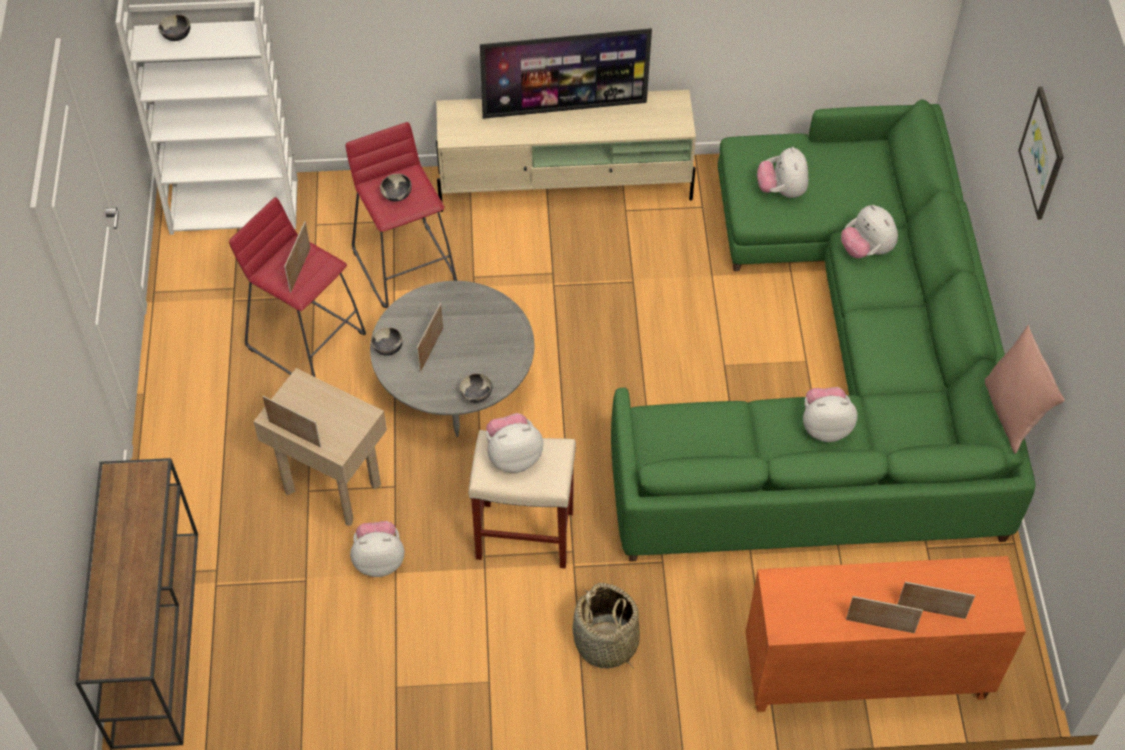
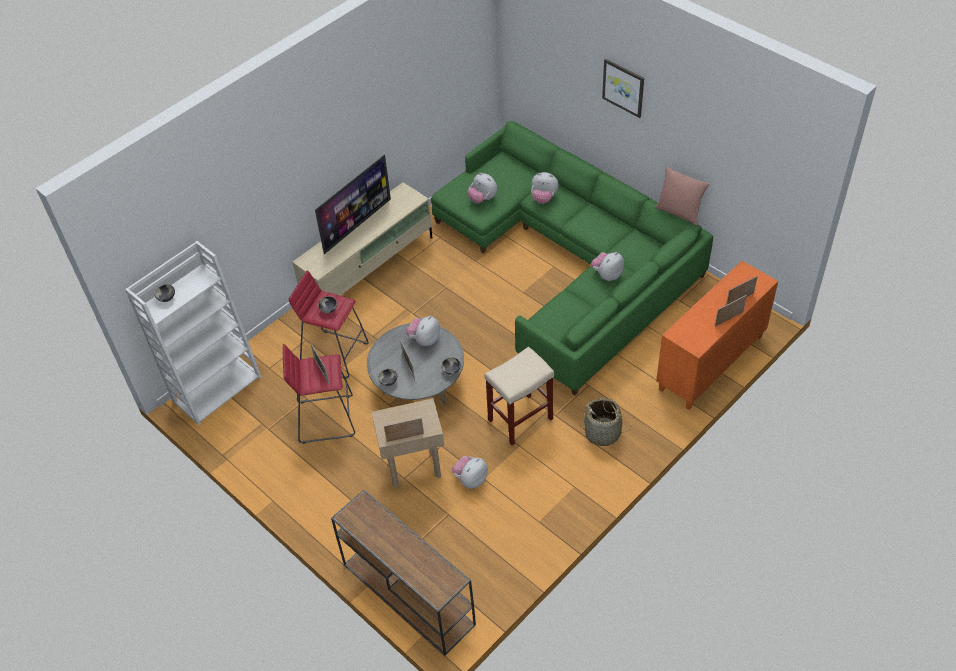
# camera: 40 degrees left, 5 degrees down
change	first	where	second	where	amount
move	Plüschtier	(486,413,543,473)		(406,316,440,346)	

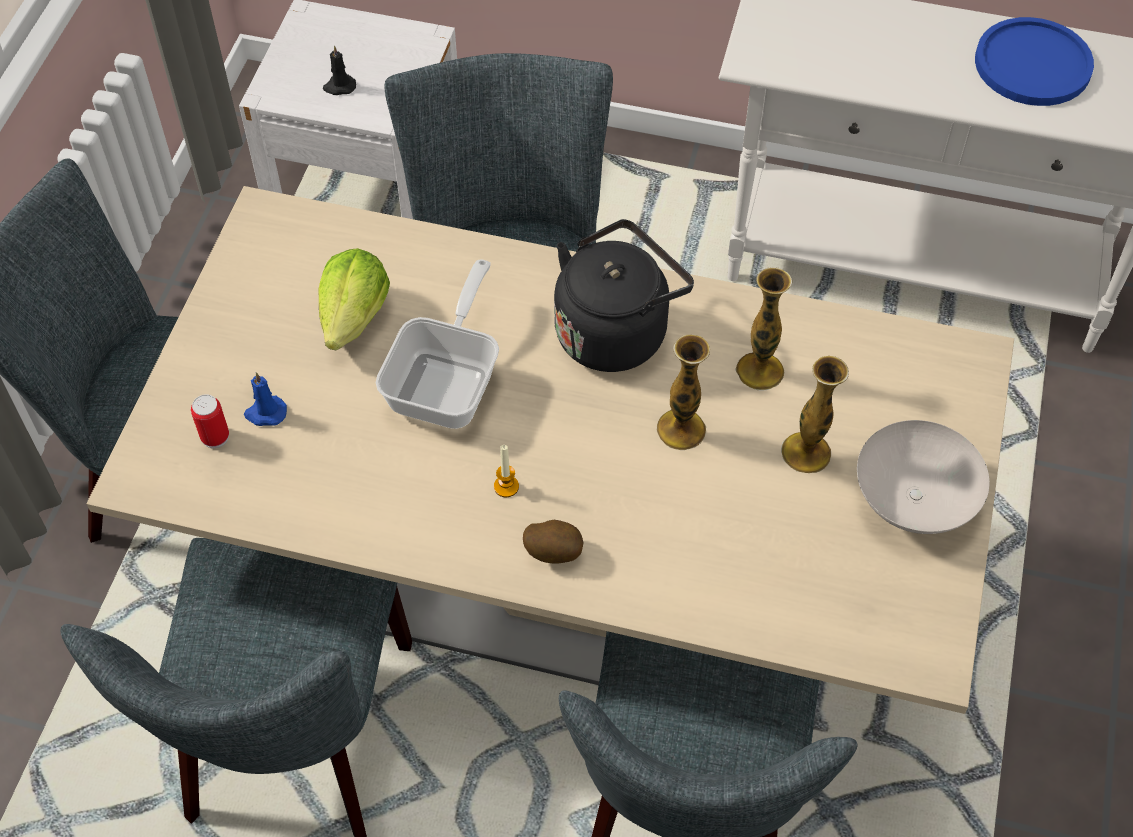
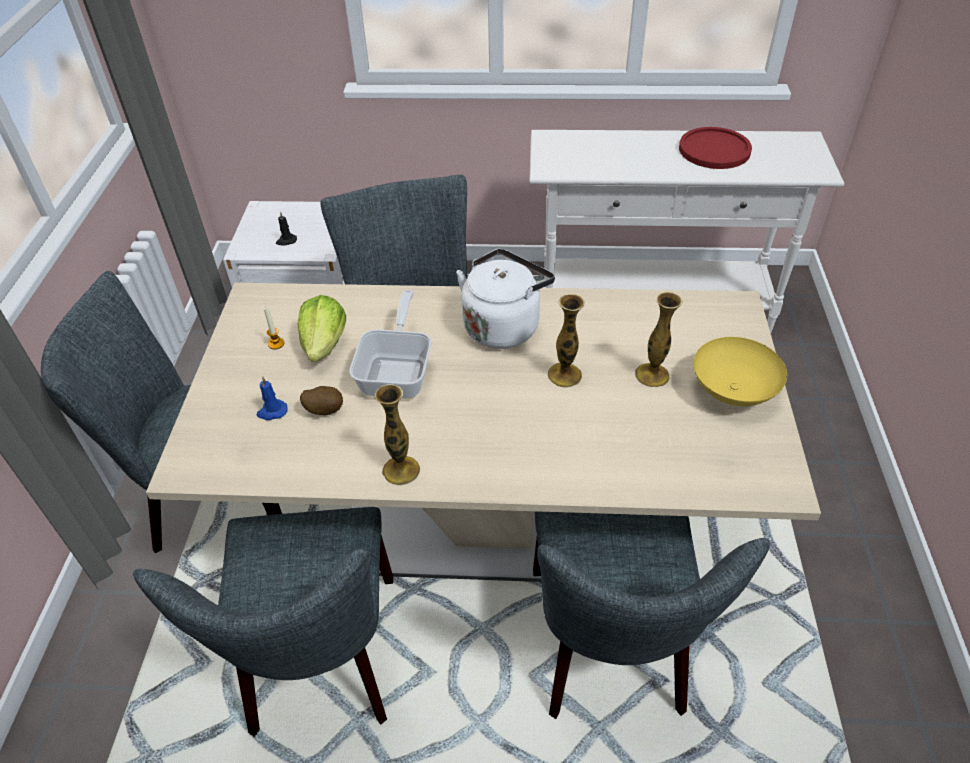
# camera: 10 degrees left, 10 degrees down
change	first	where	second	where	amount
delete	Dose	(191,394,229,448)			
move	Kerze	(494,445,519,497)		(264,308,284,349)	
move	Kartoffel	(523,520,583,564)		(300,386,343,415)	
recolor	Wasserkessel (schwarz)	(554,219,694,372)	Wasserkessel (weiß)	(456,249,555,349)	
move	Vase	(735,267,792,391)		(375,384,420,486)	
recolor	Schüssel (weiß)	(857,420,990,534)	Schüssel (gelb)	(693,337,787,406)	
recolor	Teller (blau)	(975,17,1094,106)	Teller (rot)	(679,127,752,169)	

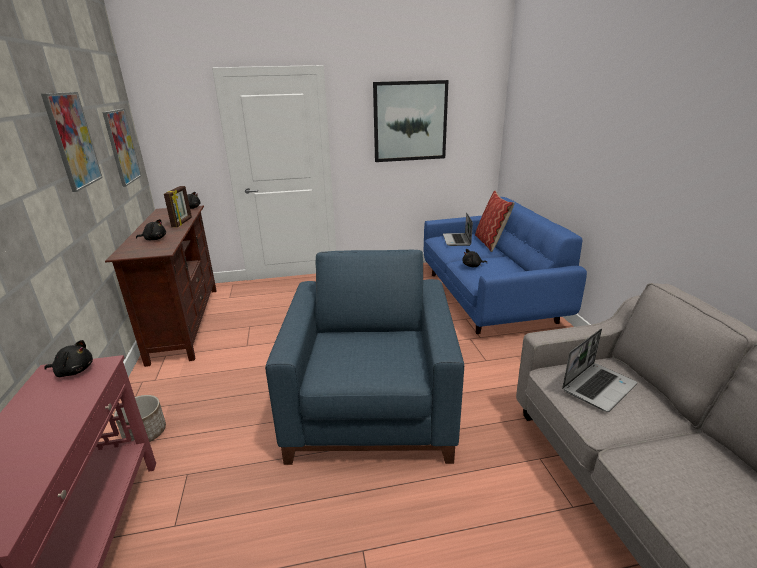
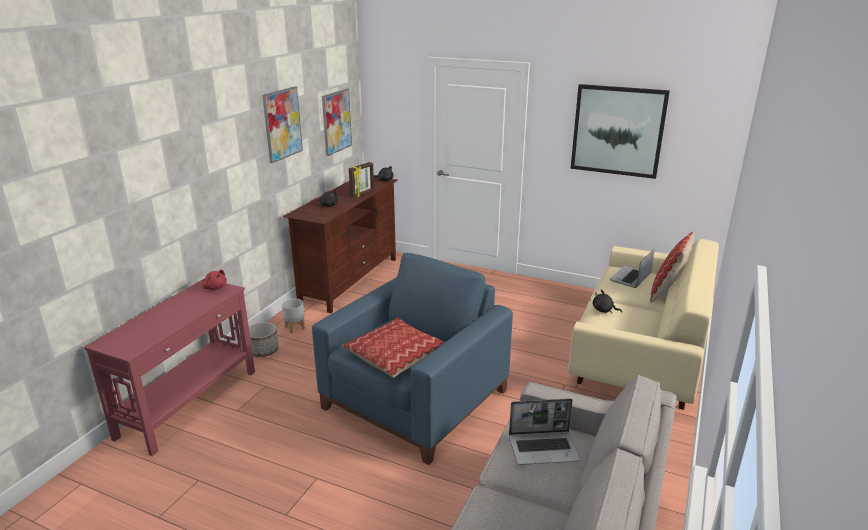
# camera: 35 degrees right, 0 degrees up
change	first	where	second	where	amount
recolor	Plüschtier (schwarz)	(44,340,93,377)	Plüschtier (rot)	(203,270,227,290)	
recolor	Sofa (blau)	(424,197,587,334)	Sofa (beige)	(568,239,719,410)	
insert			Pflanzkübel (grau)	(282,299,305,333)	
insert			Kissen	(341,318,445,378)	

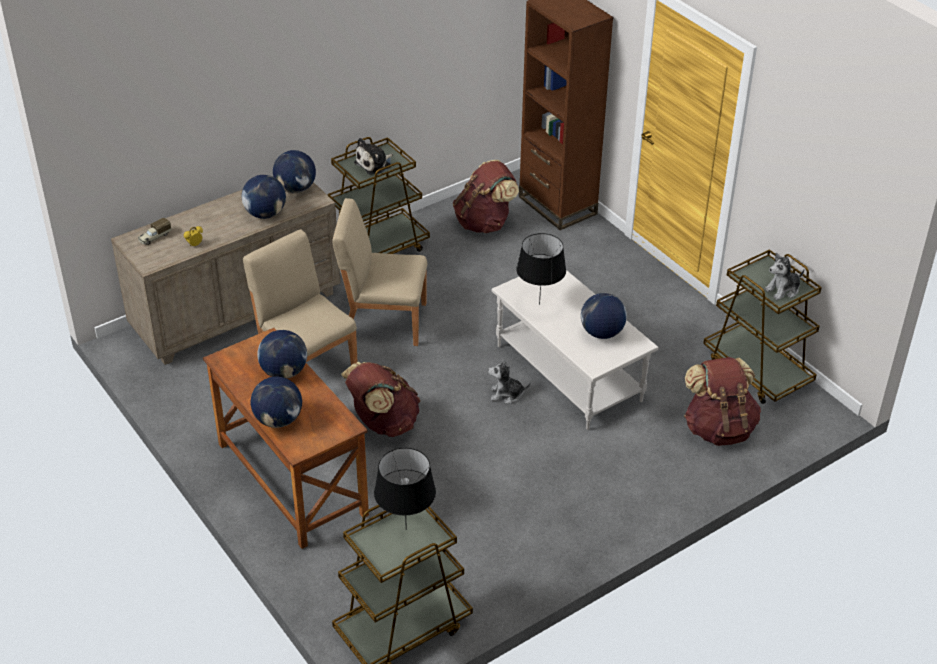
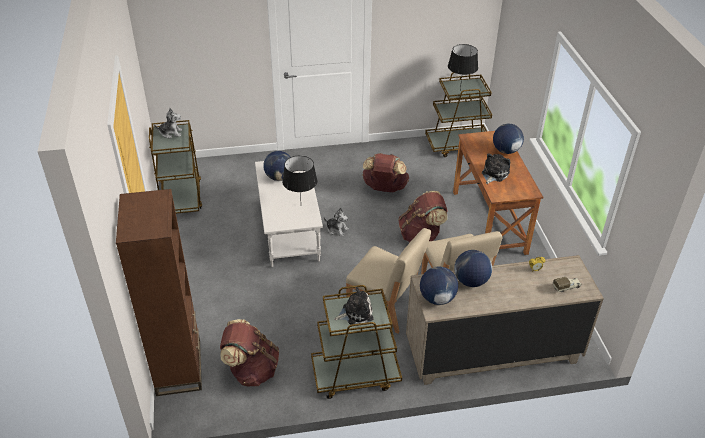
# camera: 155 degrees left, 0 degrees up
change	first	where	second	where	amount
replace	Globus	(257,330,307,379)	Plüschtier	(482,153,510,184)	
move	Rucksack (braun)	(684,357,761,446)		(362,153,409,192)	

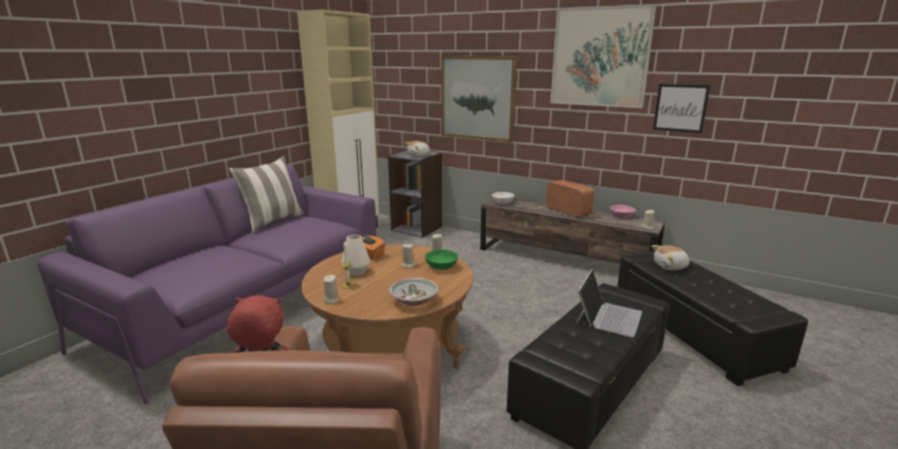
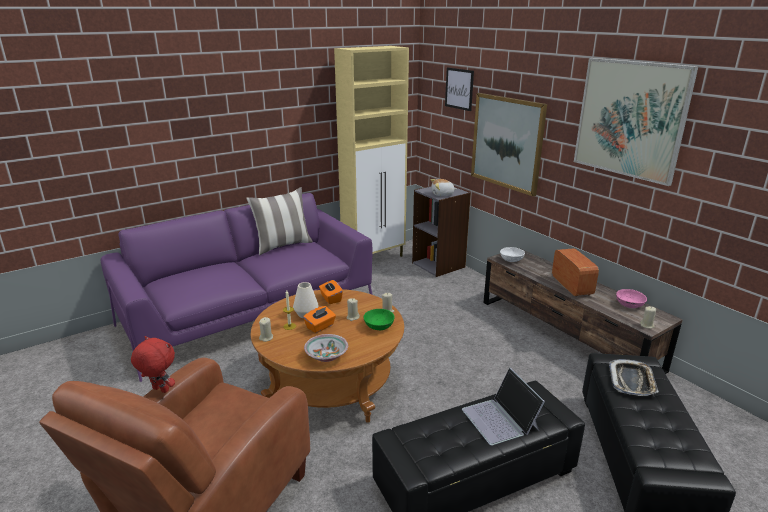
# camera: 25 degrees right, 5 degrees up
change	first	where	second	where	amount
rotate	Laptop	(576,269,642,337)		(462,368,545,446)	105 degrees clockwise
replace	Plüschtier	(652,245,690,270)	Tablett	(609,359,659,396)	
move	Bild	(653,84,710,133)		(445,67,474,111)	
insert			Taschentuchbox (orange)	(303,306,336,333)	

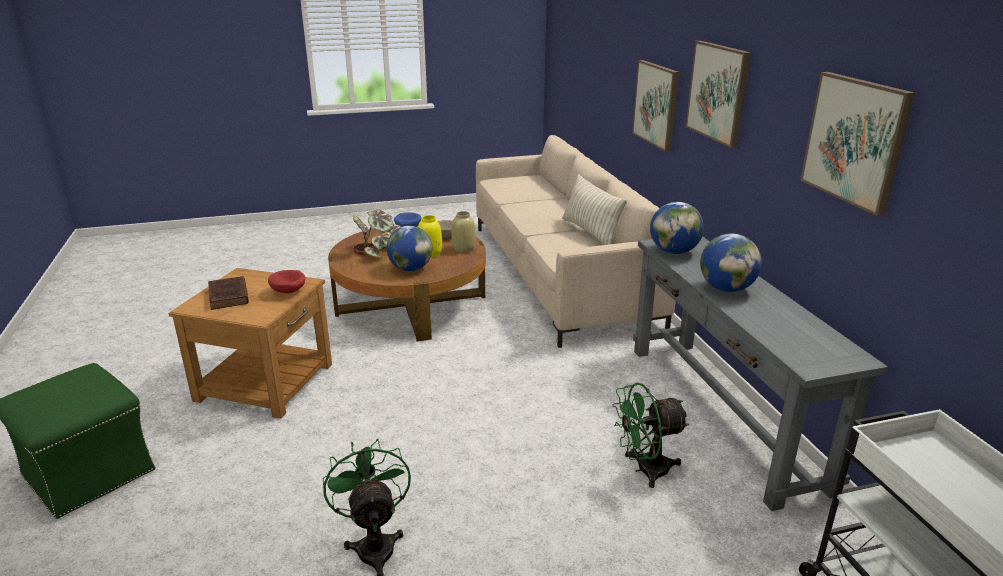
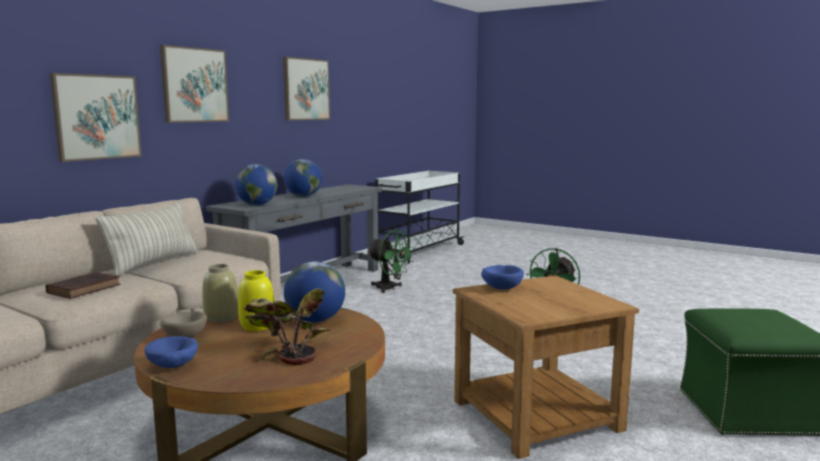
# camera: 130 degrees left, 15 degrees down
change	first	where	second	where	amount
move	Buch (braun)	(208,276,249,310)		(46,272,121,299)	
recolor	Schüssel (rot)	(268,270,305,293)	Schüssel (blau)	(481,265,524,290)	

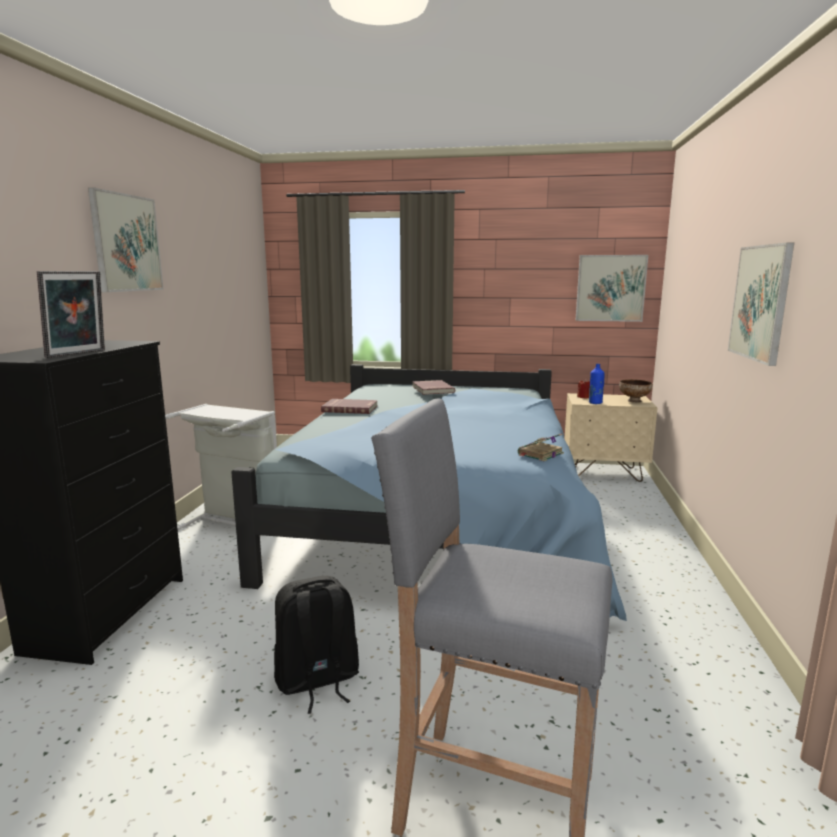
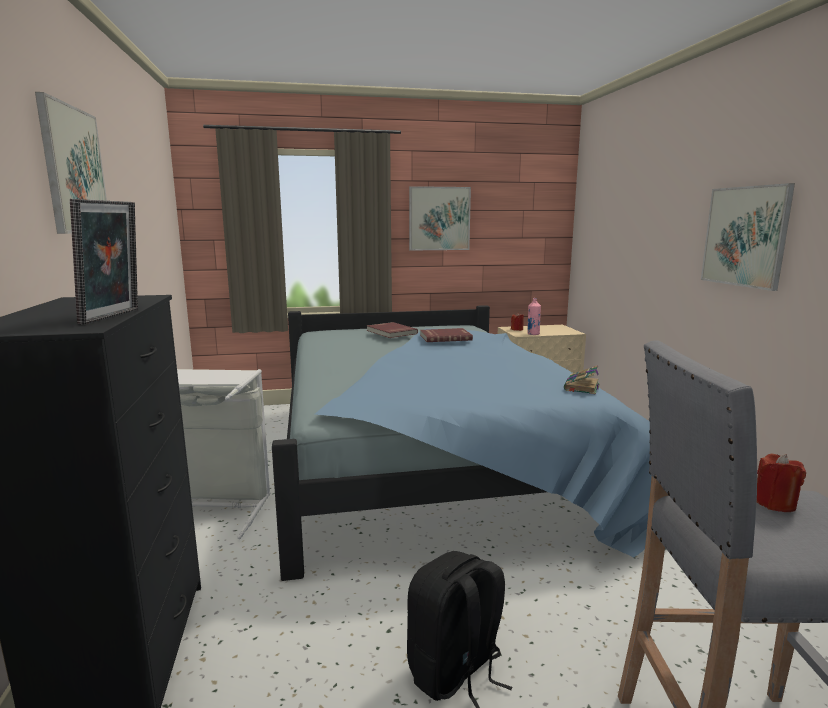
# camera: 20 degrees left, 0 degrees up
change	first	where	second	where	amount
move	Buch (rot)	(321,399,378,414)		(420,328,473,342)	
move	Bild	(575,255,648,322)		(409,186,471,251)	
recolor	Flasche (blau)	(589,364,605,404)	Flasche (rosa)	(527,298,541,335)	
delete	Schüssel	(619,379,653,403)			
insert			Kerze (rot)	(757,454,806,512)	

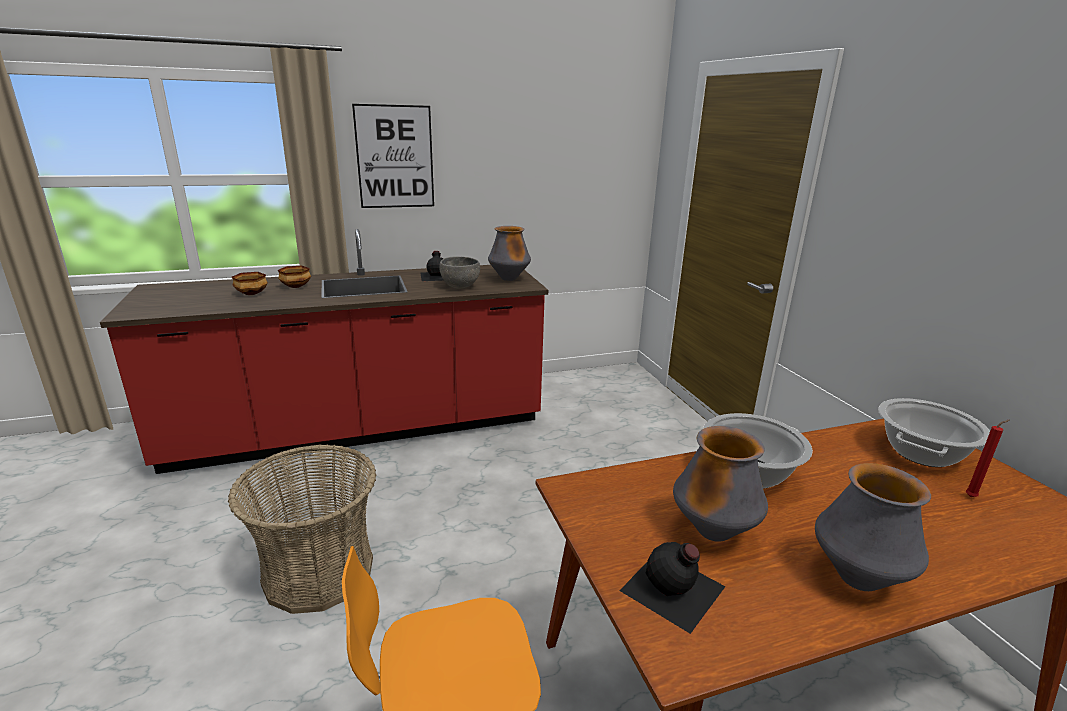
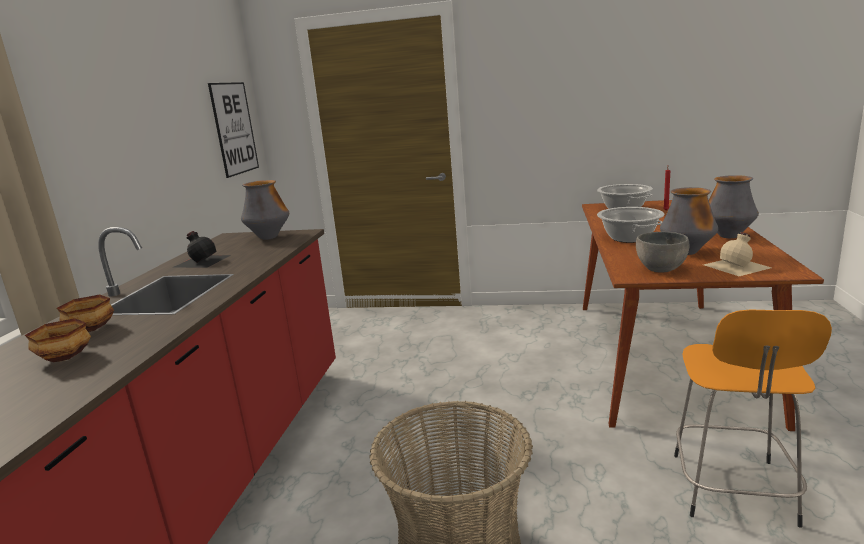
# camera: 60 degrees left, 5 degrees down
change	first	where	second	where	amount
move	Bild	(352,104,434,208)		(208,82,259,178)	
move	Schüssel (grau)	(439,257,480,289)		(636,232,689,272)	
recolor	Flasche (schwarz)	(620,542,726,634)	Flasche (beige)	(704,232,772,276)	

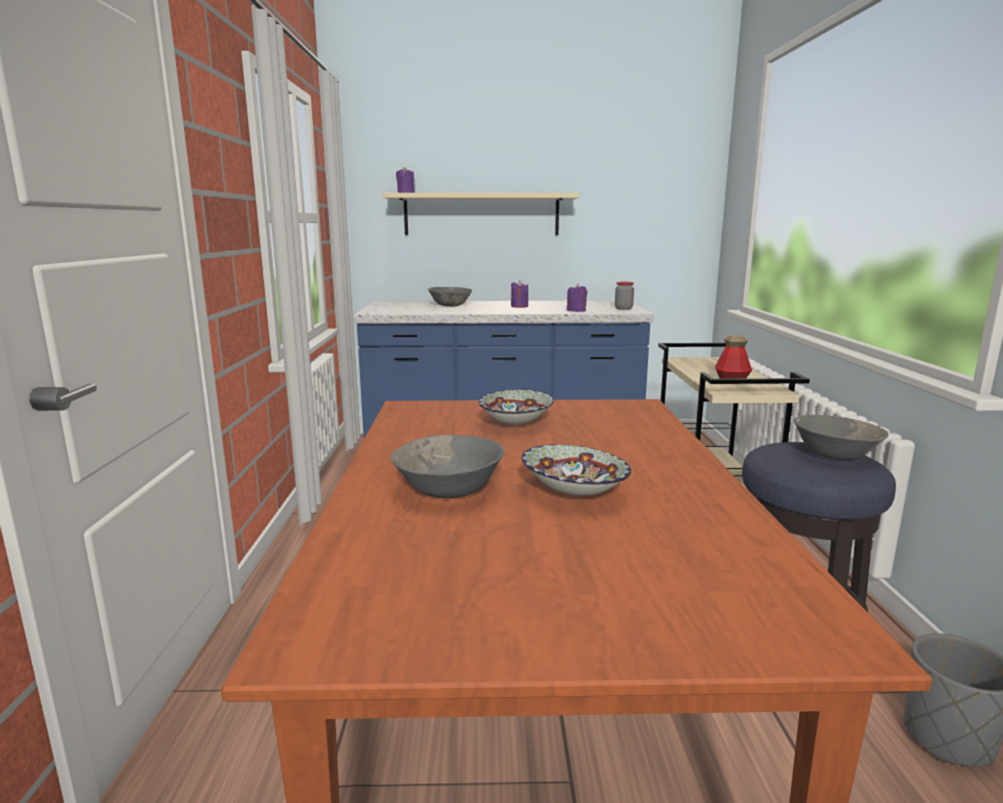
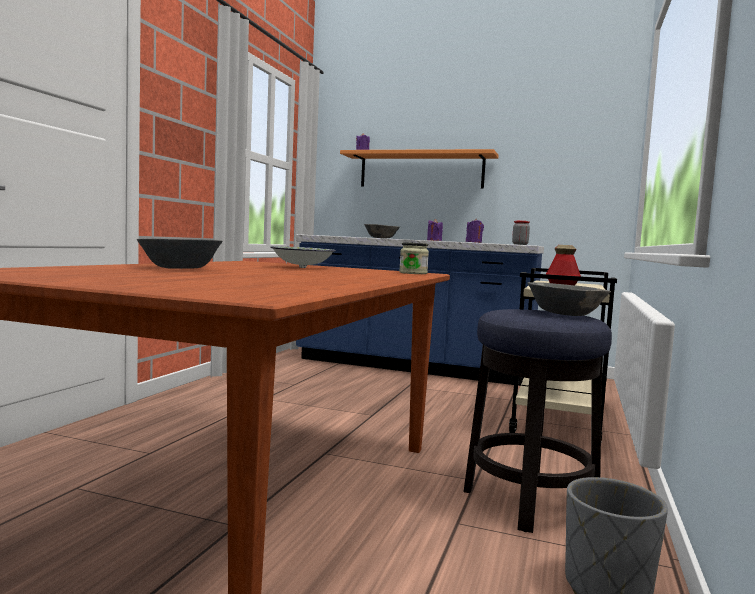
# camera: 20 degrees right, 10 degrees down
change	first	where	second	where	amount
recolor	Wandregal (beige)	(382,193,579,235)	Wandregal (orange)	(340,149,499,189)	
delete	Schüssel	(521,444,631,495)			
insert			Vorratsglas	(399,242,429,274)	

